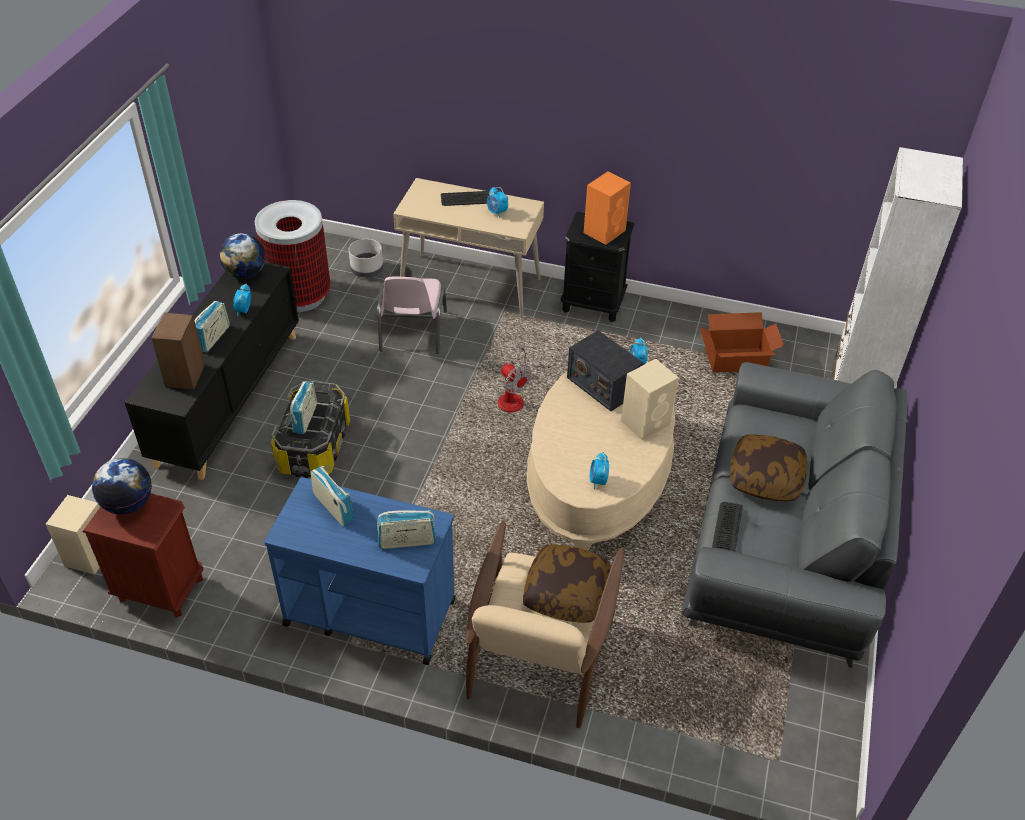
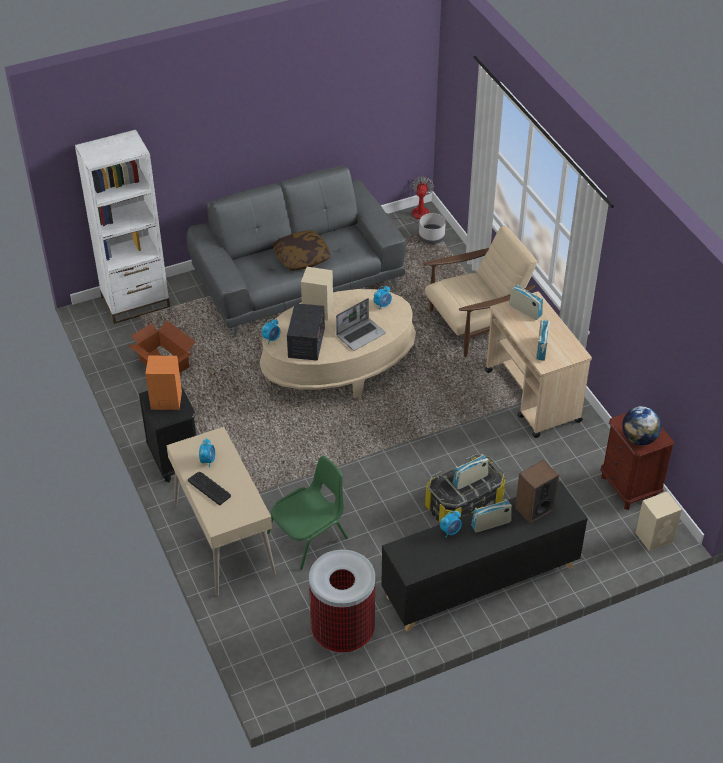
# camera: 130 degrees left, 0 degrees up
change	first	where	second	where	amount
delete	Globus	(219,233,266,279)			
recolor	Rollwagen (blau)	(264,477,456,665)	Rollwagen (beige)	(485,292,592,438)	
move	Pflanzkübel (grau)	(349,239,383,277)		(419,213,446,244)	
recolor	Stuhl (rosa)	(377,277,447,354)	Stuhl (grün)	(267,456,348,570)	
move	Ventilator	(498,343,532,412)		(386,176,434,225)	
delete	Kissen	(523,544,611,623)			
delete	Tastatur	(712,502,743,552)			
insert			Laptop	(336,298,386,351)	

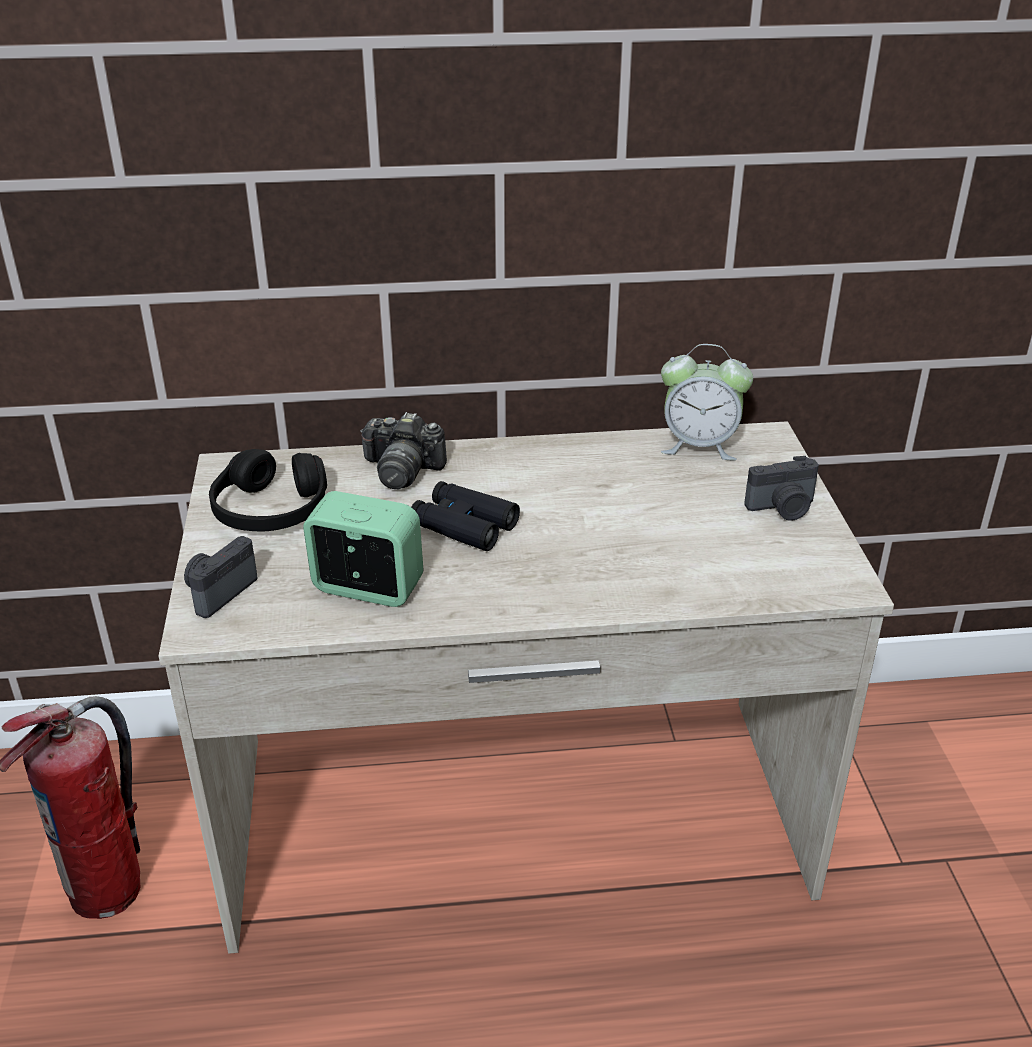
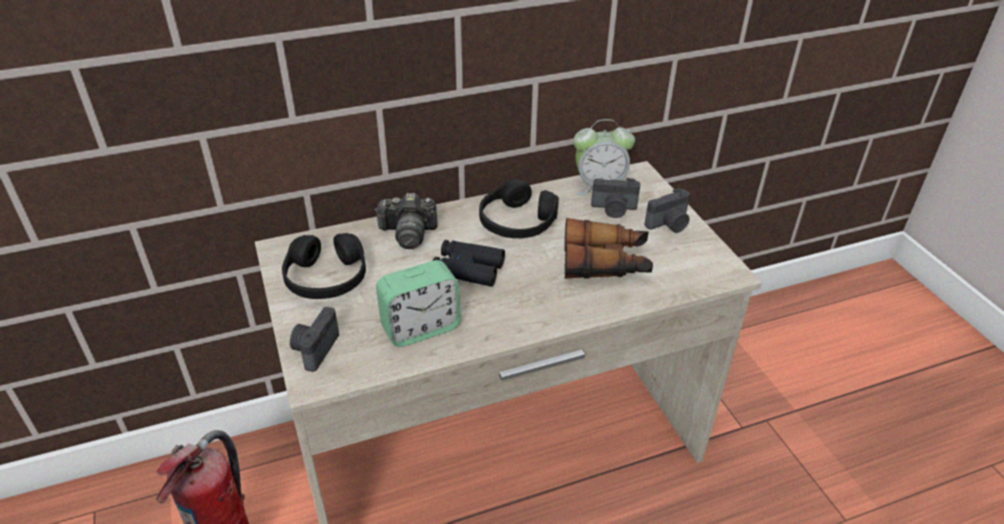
# camera: 15 degrees left, 5 degrees up
change	first	where	second	where	amount
rotate	Wecker	(303,491,423,607)		(376,260,461,347)	150 degrees clockwise
insert			Kopfhörer (schwarz)	(479,179,559,238)	
insert			Fernglas	(565,218,653,279)	
insert			Kamera	(591,178,640,218)	

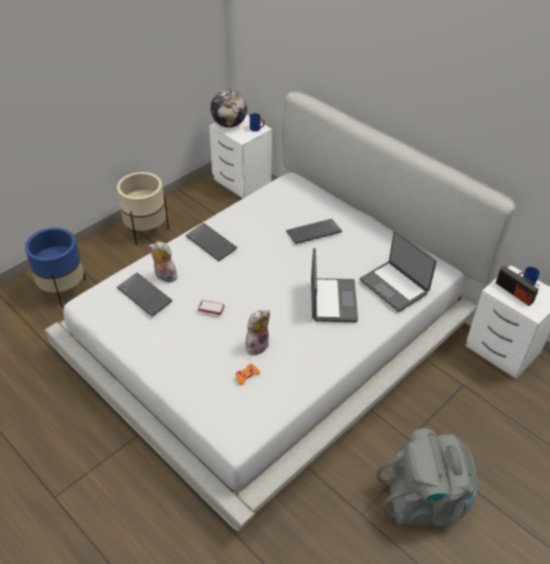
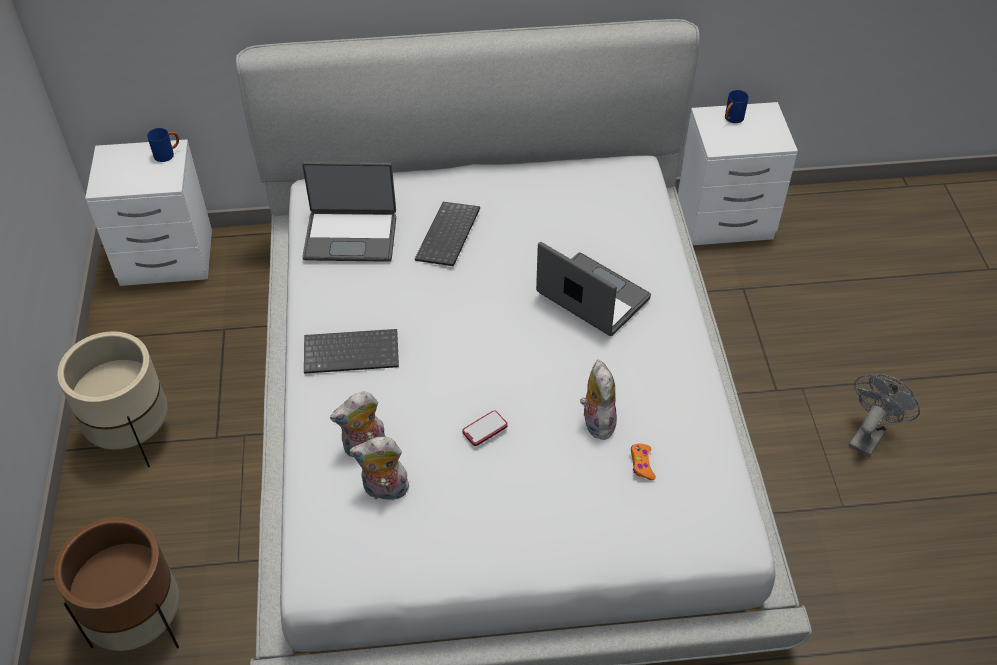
# camera: 50 degrees left, 5 degrees up
change	first	where	second	where	amount
recolor	Pflanzkübel (blau)	(25,228,86,308)	Pflanzkübel (braun)	(54,517,179,651)	
replace	Tastatur	(117,273,172,317)	Plüschtier	(349,437,409,501)	
delete	Globus	(210,90,247,128)			
move	Laptop	(360,231,437,312)		(302,162,396,262)	
replace	Rucksack (grau)	(376,428,478,526)	Ventilator (grau)	(849,374,920,457)	
delete	Radio	(496,266,539,306)			

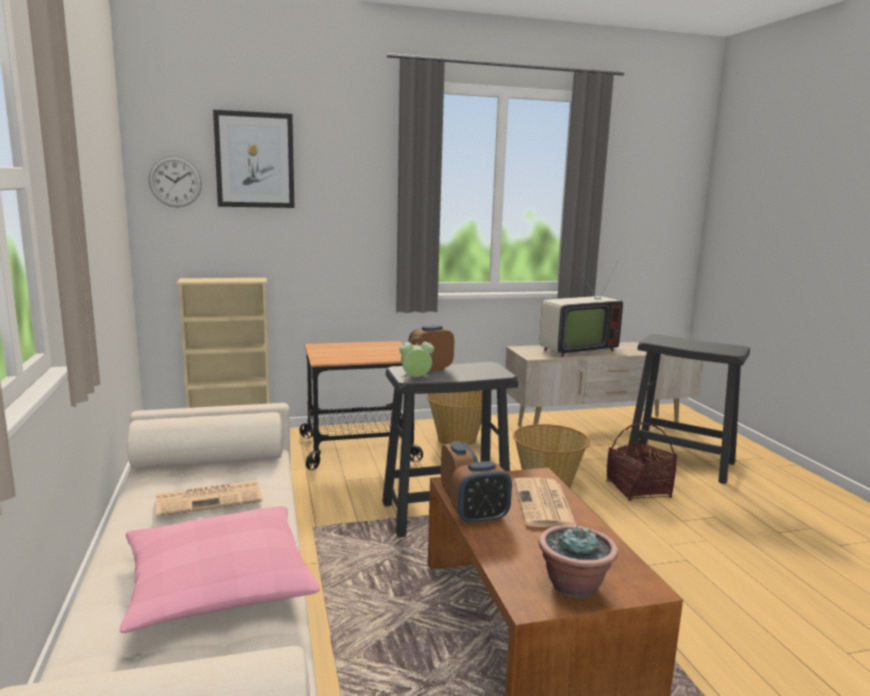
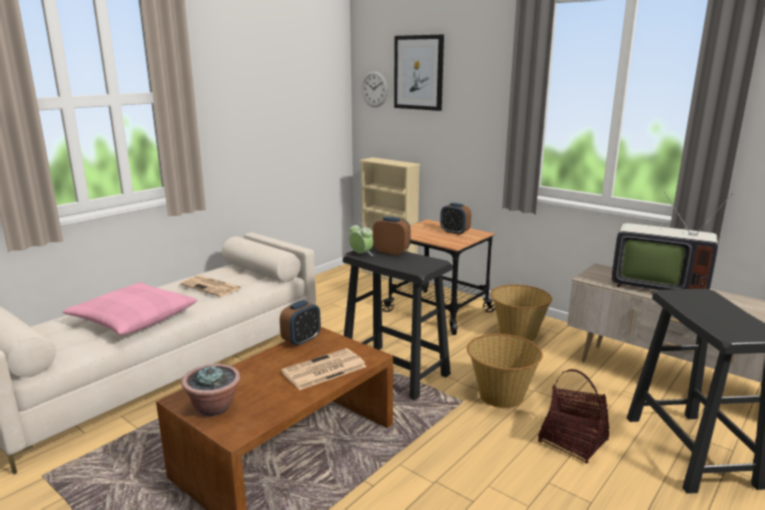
# camera: 55 degrees right, 5 degrees up
change	first	where	second	where	amount
move	Wecker	(451,461,512,525)		(440,203,471,235)	

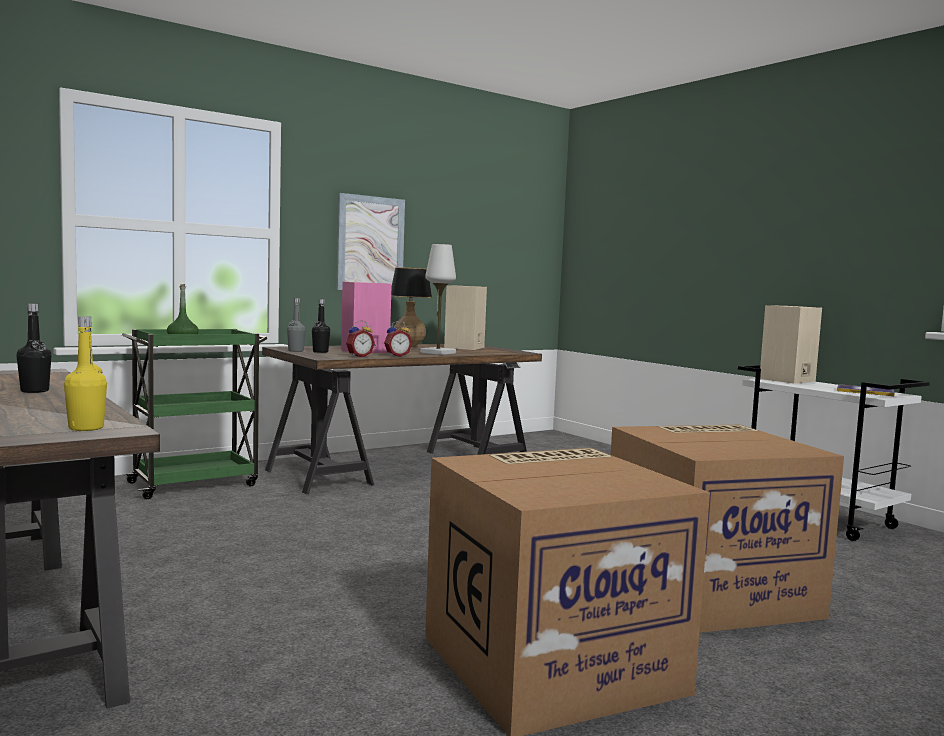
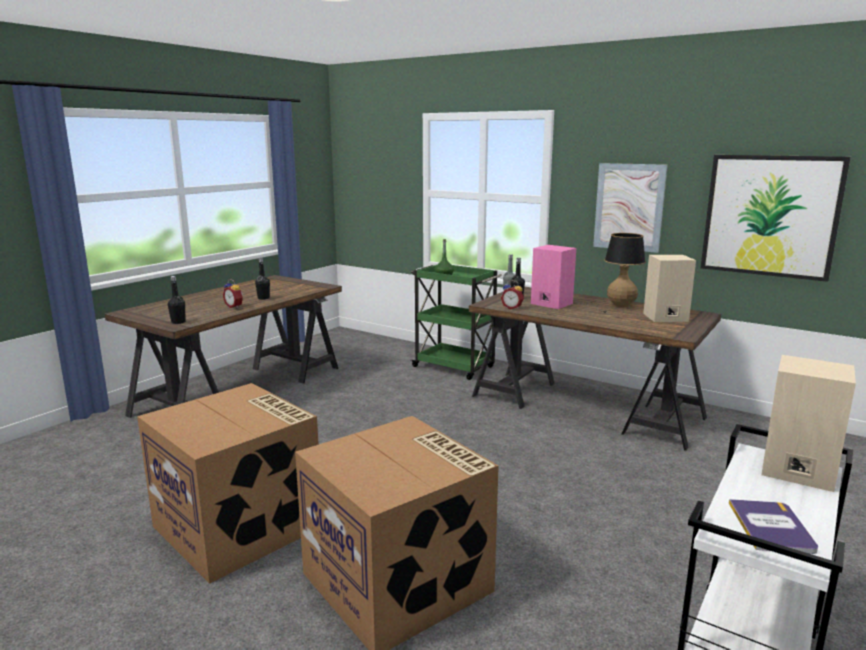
# camera: 70 degrees right, 10 degrees up
change	first	where	second	where	amount
recolor	Flasche (gelb)	(64,316,107,431)	Flasche (schwarz)	(168,276,186,324)	
move	Wecker	(384,321,413,357)		(223,279,243,308)	
delete	Tischlampe (weiß)	(420,244,456,355)			
insert			Bild	(701,155,850,282)	

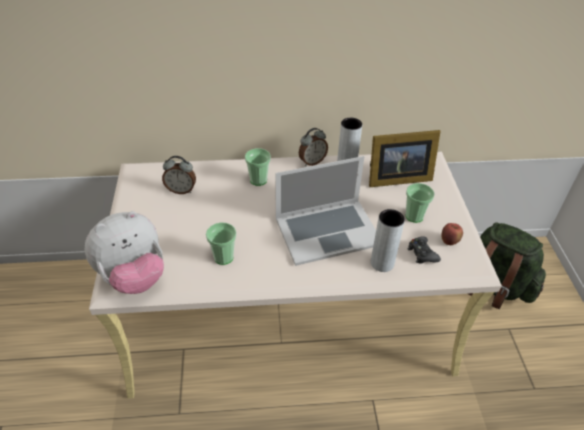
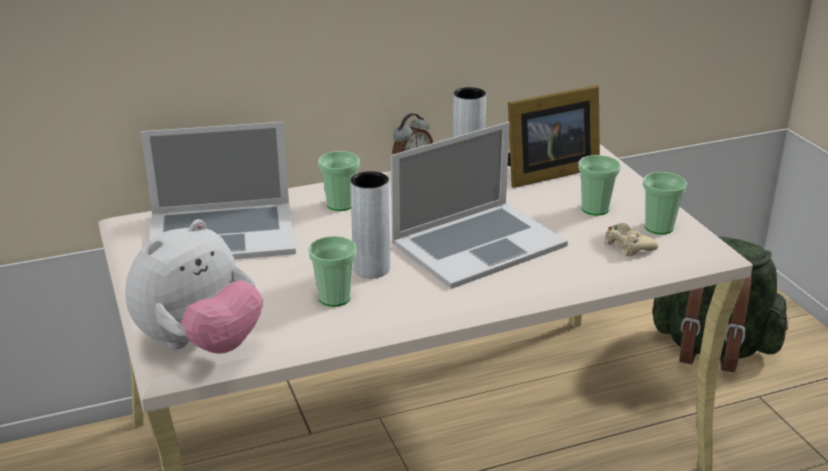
# camera: 15 degrees left, 15 degrees down
change	first	where	second	where	amount
replace	Wecker	(162,156,196,194)	Laptop	(141,122,296,259)	
move	Vase (grau)	(371,209,405,272)		(350,171,390,278)	
recolor	Gamepad (schwarz)	(408,236,441,264)	Gamepad (beige)	(605,223,658,257)	
replace	Apfel	(442,223,463,245)	Tasse	(643,172,687,235)	

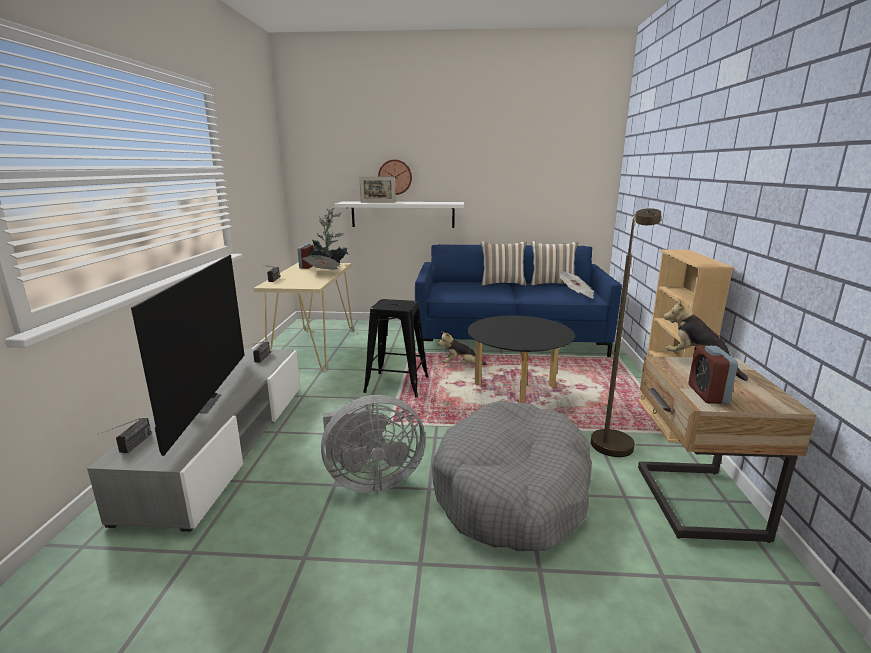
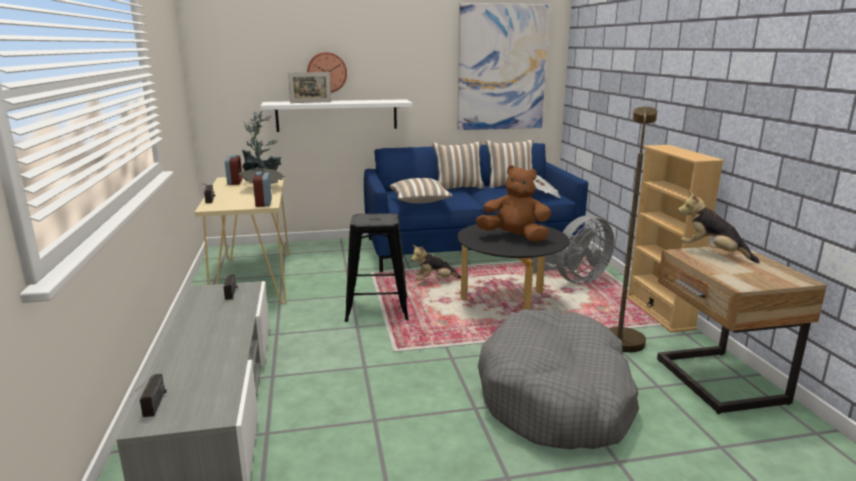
# camera: 15 degrees left, 0 degrees up
change	first	where	second	where	amount
delete	Fernseher	(131,255,245,456)			
move	Ventilator (grau)	(321,395,425,493)		(531,215,614,284)	
move	Wecker	(689,345,738,404)		(253,172,272,207)	
insert			Kissen	(390,178,453,203)	
insert			Bild	(458,3,550,130)	
insert			Plüschtier (braun)	(476,165,551,242)	

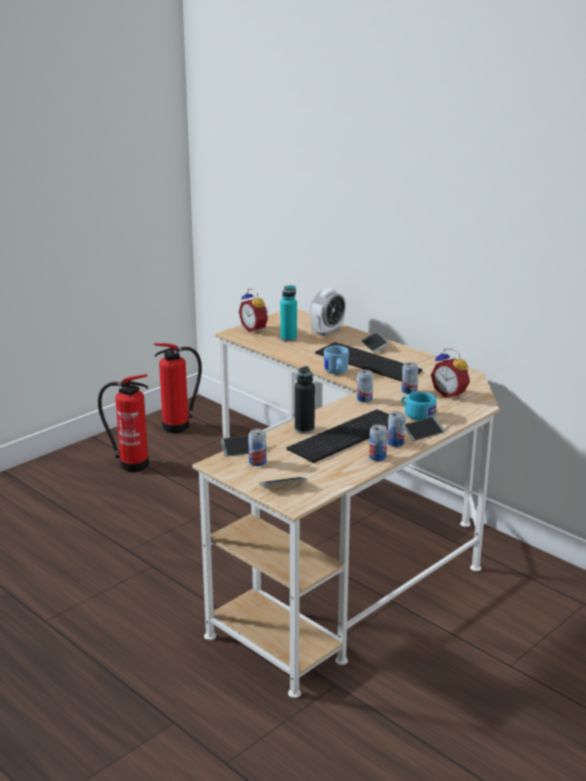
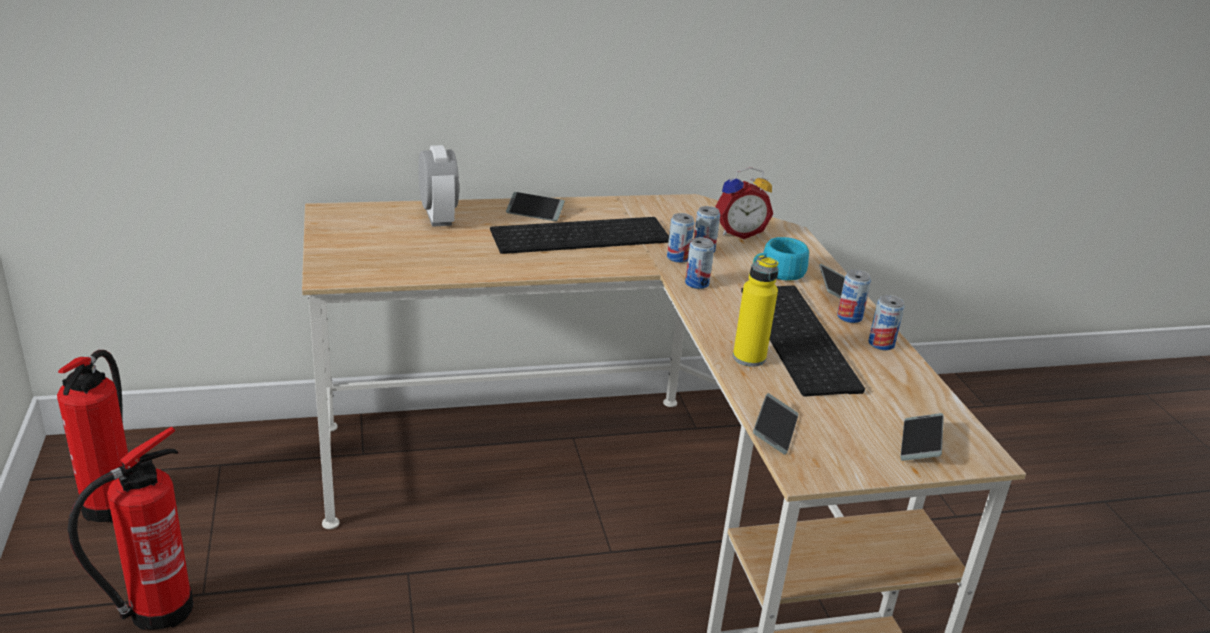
# camera: 60 degrees left, 5 degrees up
change	first	where	second	where	amount
delete	Wecker	(239,289,268,333)			
move	Dose	(248,429,266,466)		(667,213,694,263)	
delete	Flasche (türkis)	(280,285,297,342)			
recolor	Flasche (schwarz)	(295,366,315,434)	Flasche (gelb)	(733,255,779,367)	
delete	Henkelbecher (blau)	(324,346,349,374)			

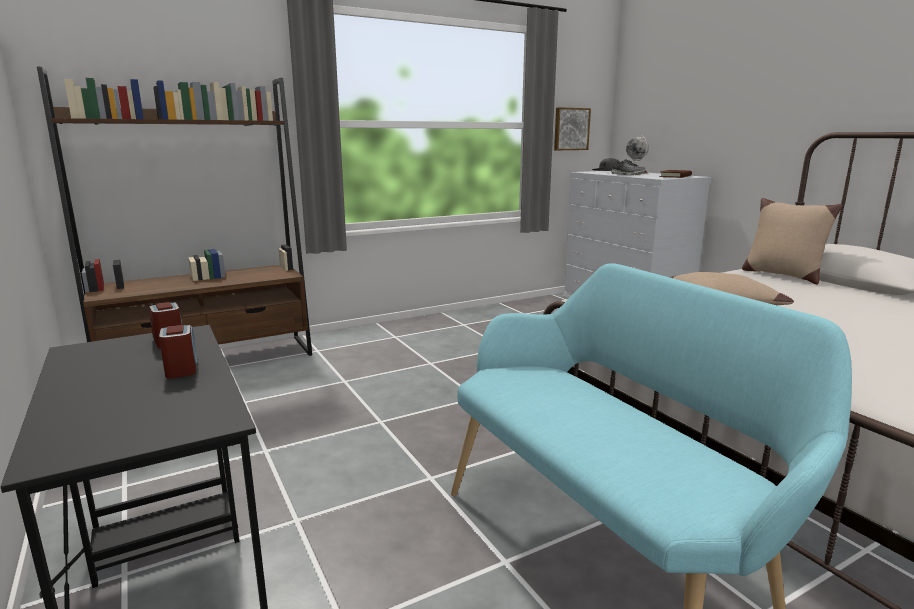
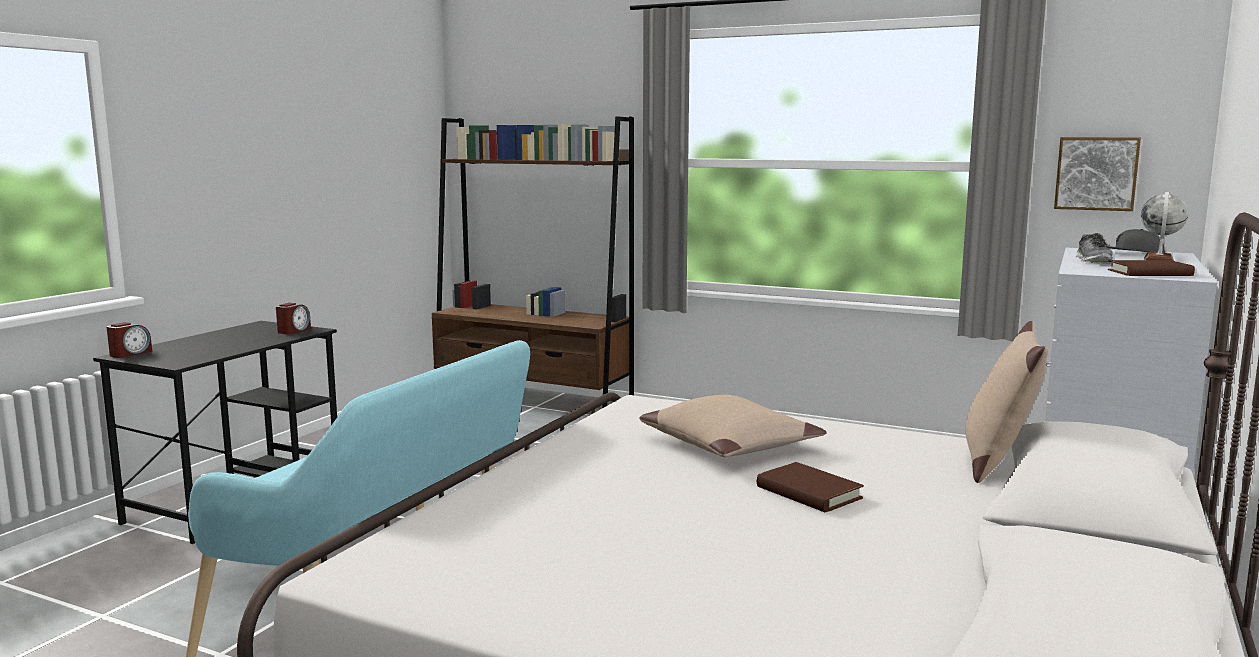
# camera: 55 degrees right, 5 degrees down
change	first	where	second	where	amount
move	Wecker	(159,325,197,378)		(107,322,152,358)	
insert			Buch (braun)	(757,462,864,512)	

